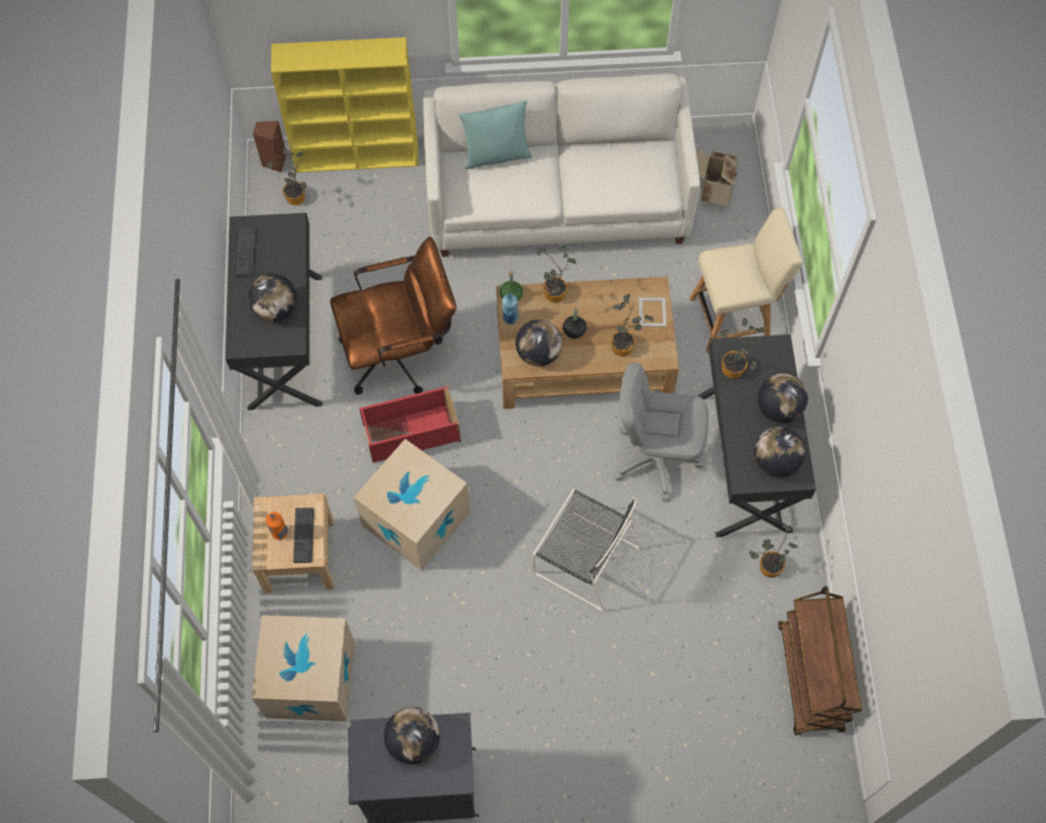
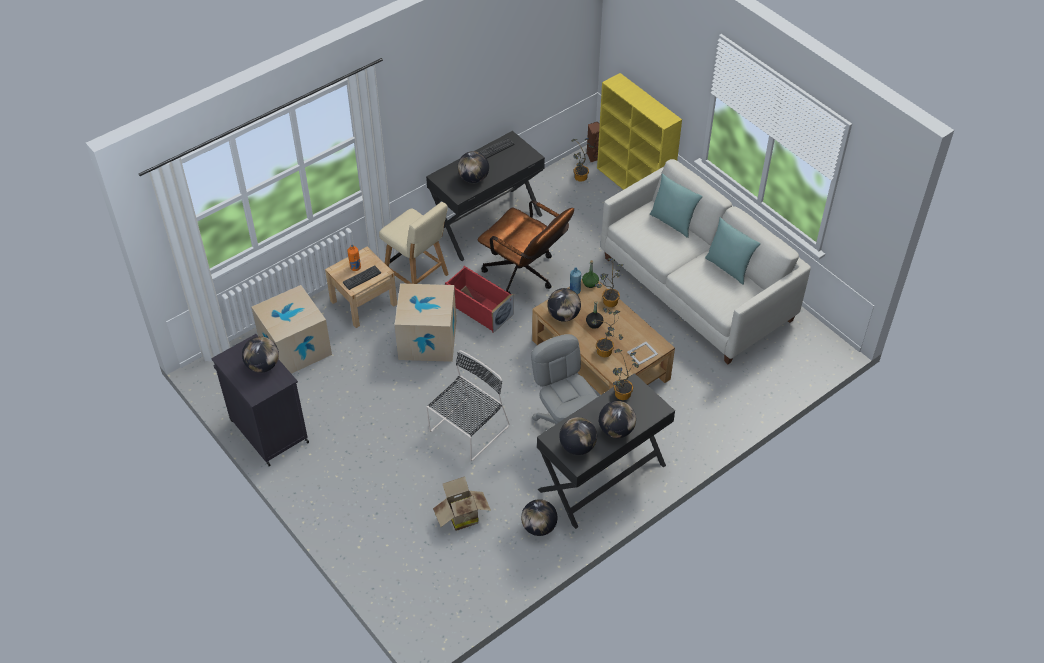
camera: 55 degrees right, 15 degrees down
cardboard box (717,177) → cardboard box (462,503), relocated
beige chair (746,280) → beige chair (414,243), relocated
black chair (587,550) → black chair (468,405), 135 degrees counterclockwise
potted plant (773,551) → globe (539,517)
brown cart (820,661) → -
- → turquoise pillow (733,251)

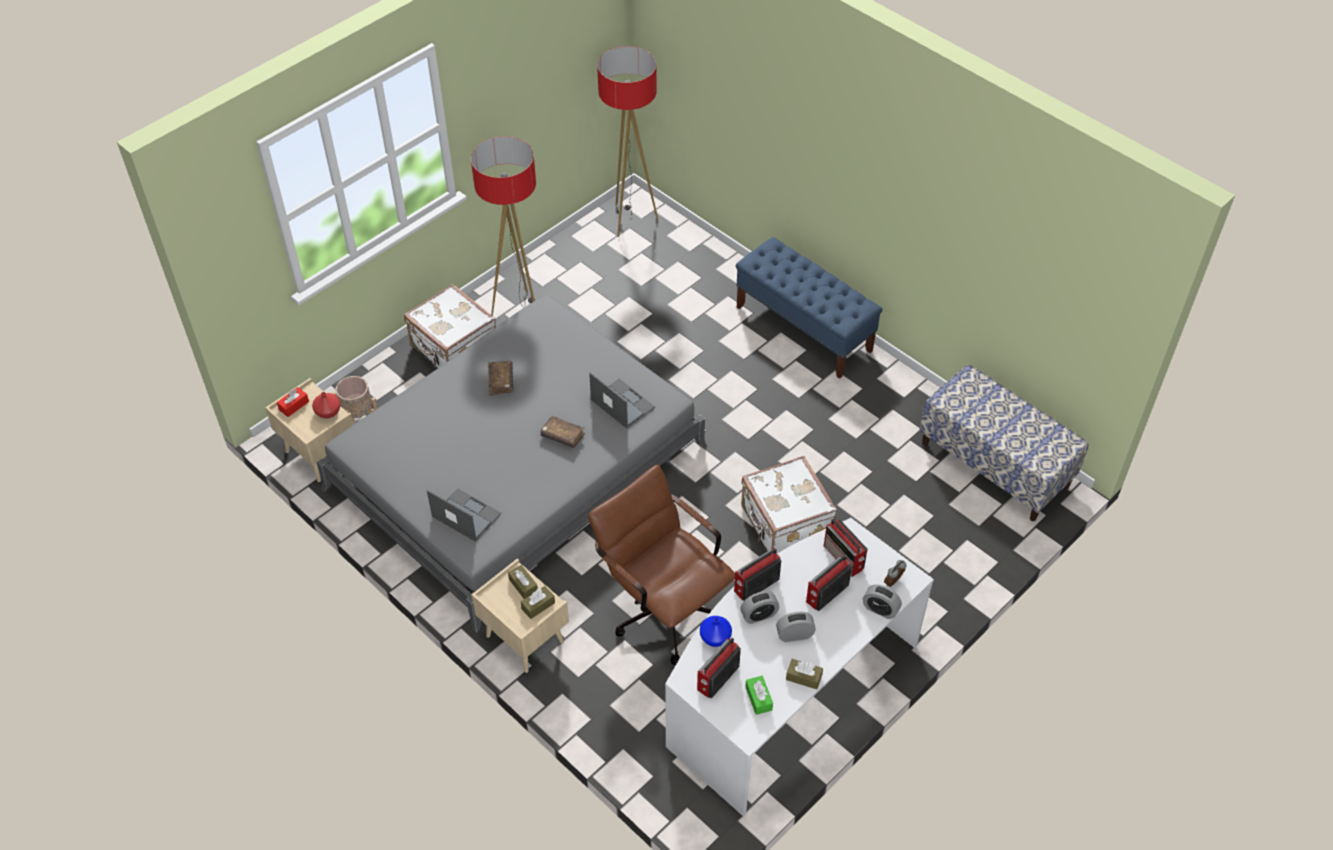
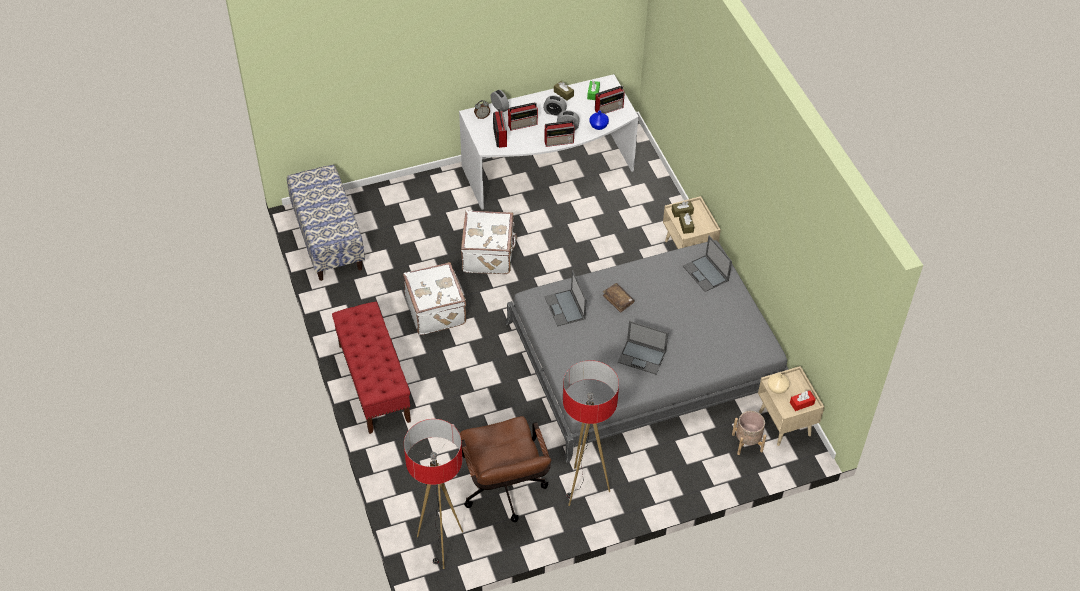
camera: 155 degrees left, 0 degrees up
blue bench (809,308) → red bench (371,368)
white suitcase (450,326) → white suitcase (434,298), relocated
brown book (500,378) → laptop (643,348)
red vase (326,405) → beige vase (779,384)
brown office chair (661,565) → brown office chair (505,469), relocated

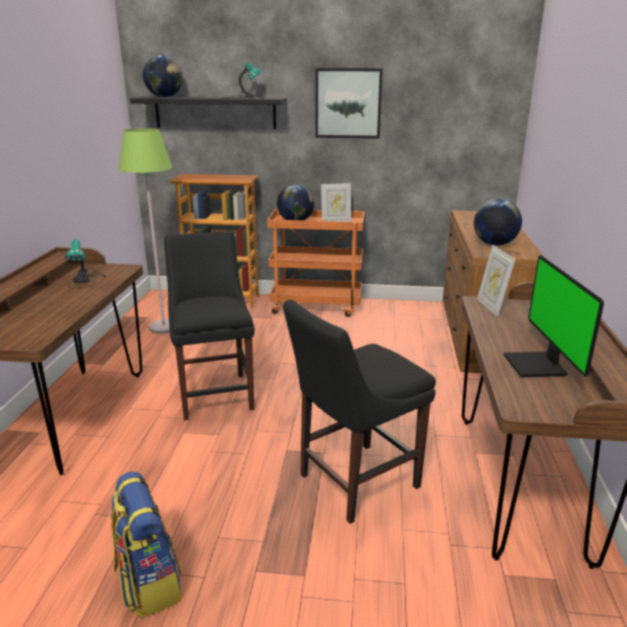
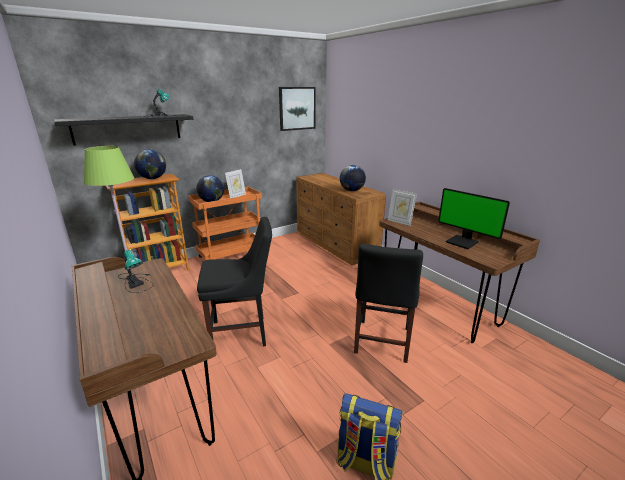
camera: 40 degrees left, 0 degrees up
globe (163,76) → globe (150,164), relocated
picture (349,103) → picture (297,109), relocated
black chair (209,325) → black chair (234,281), 135 degrees clockwise

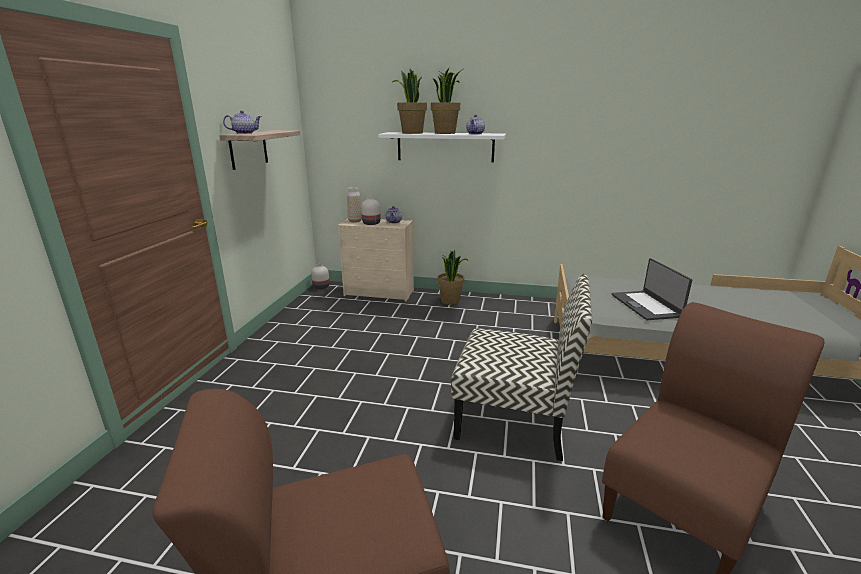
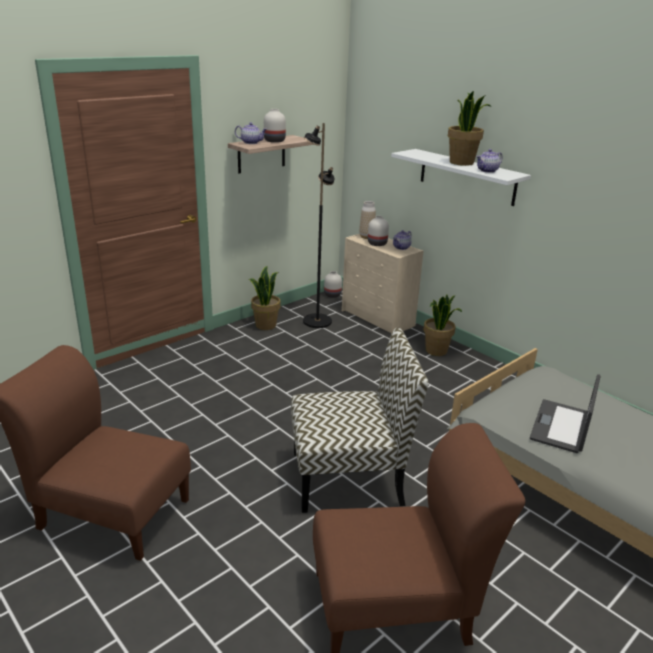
camera: 35 degrees right, 5 degrees up
potted plant (410,101) → potted plant (264,298), relocated
chair (521,367) → chair (359,420), 60 degrees counterclockwise
- → white vase (275,126)
- → black floor lamp (319,225)

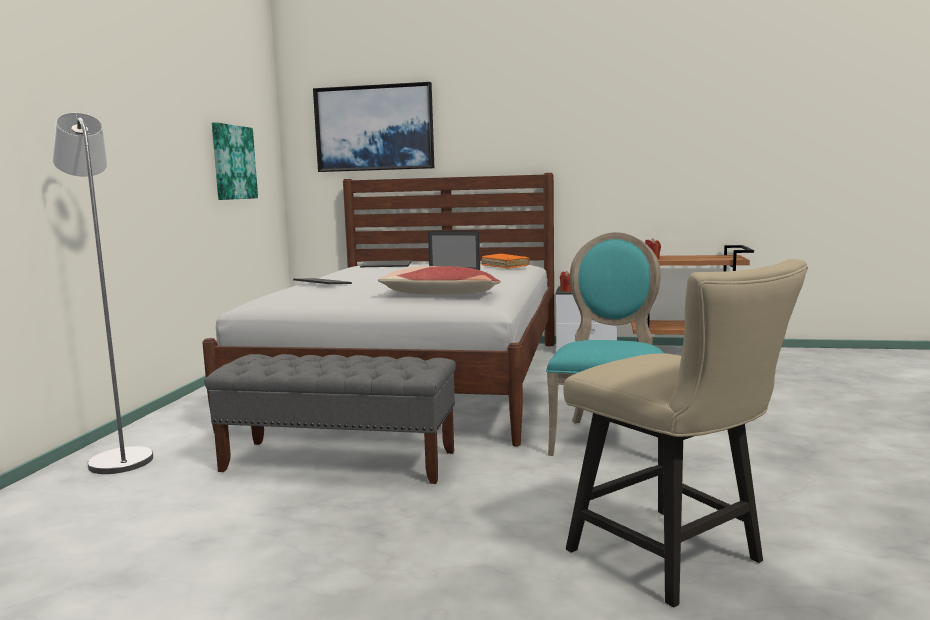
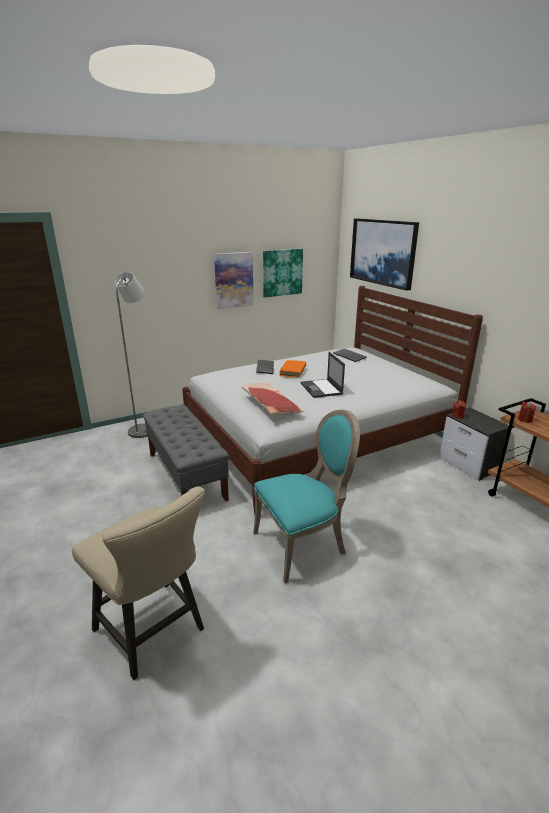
camera: 50 degrees right, 15 degrees up
orange book (506,261) → orange book (293,368), relocated
beige chair (685,433) → beige chair (138,583), 60 degrees counterclockwise
- → picture (234,280)

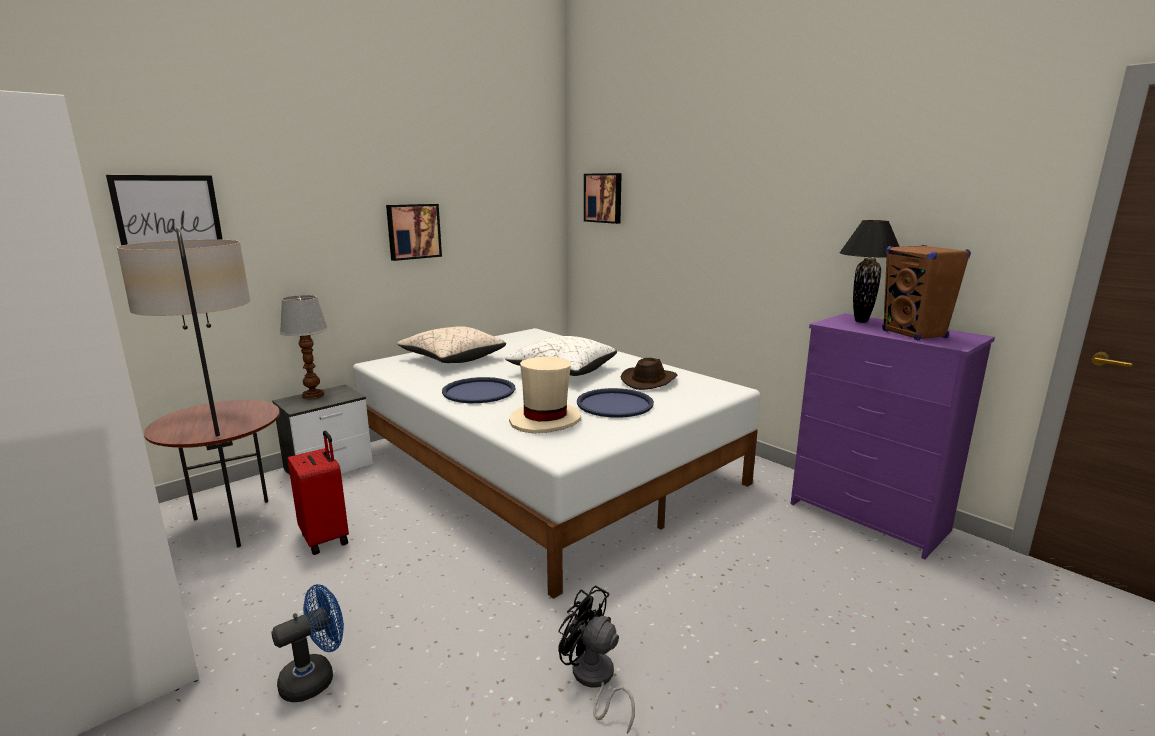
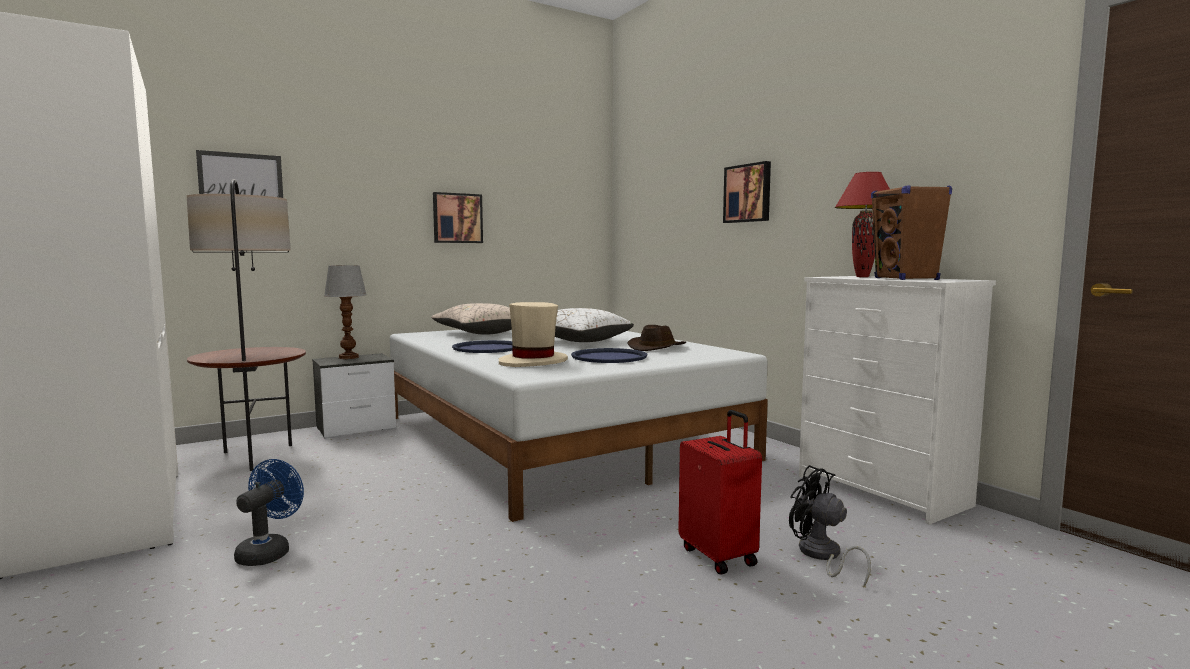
camera: 10 degrees right, 10 degrees down
picture (603,198) → picture (747,192), relocated
black table lamp (869,271) → red table lamp (862,224)
purple dresser (893,436) → white dresser (897,400)
red suitcase (318,493) → red suitcase (720,492), relocated
blue fan (307,643) → blue fan (269,512), 45 degrees counterclockwise
black fan (596,660) → black fan (830,526), relocated

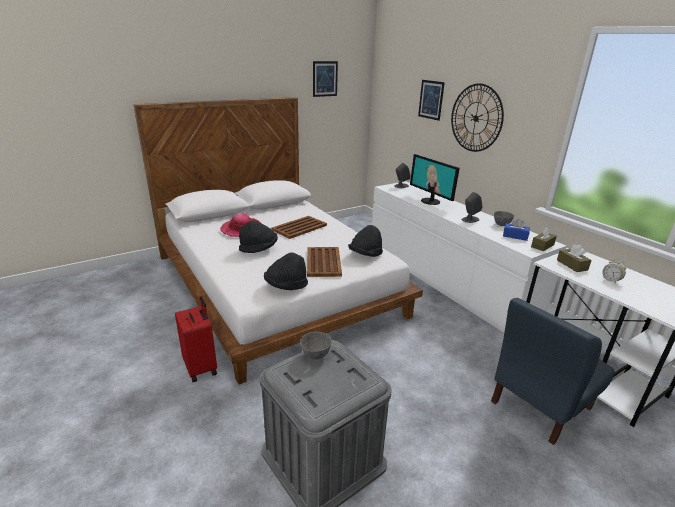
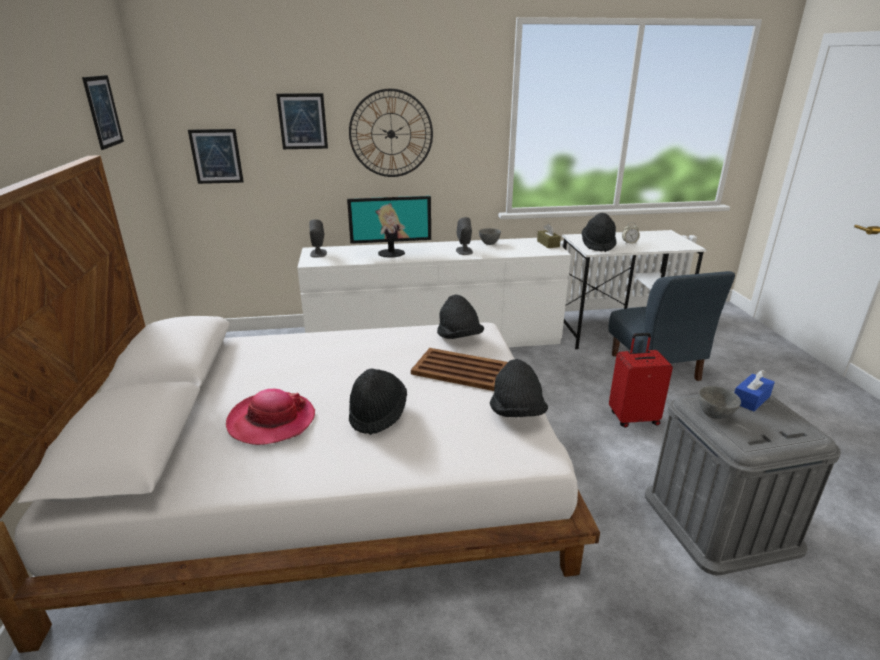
camera: 65 degrees left, 0 degrees up
brown tray (299,227) → -
blue tissue box (516,229) → blue tissue box (754,391), relocated
brown tissue box (574,258) → black hat (599,232)
red suitcase (196,339) → red suitcase (641,380), relocated
- → picture (216,156)

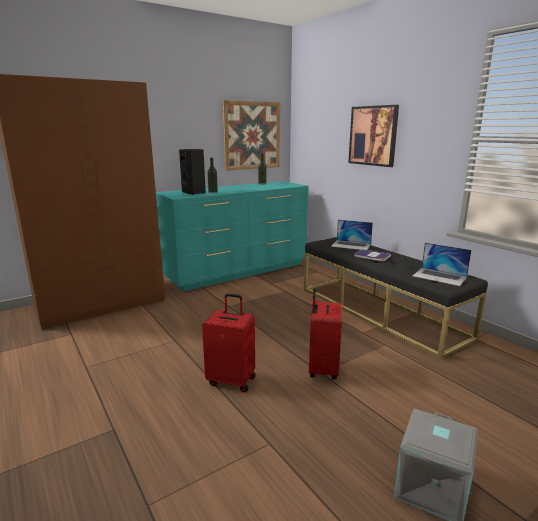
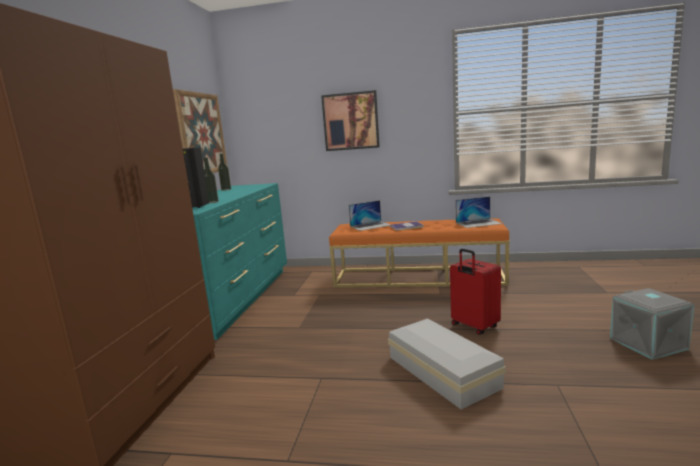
camera: 45 degrees left, 5 degrees down
black bench (396,298) → orange bench (419,253)
red suitcase (228,342) → white storage box (447,363)

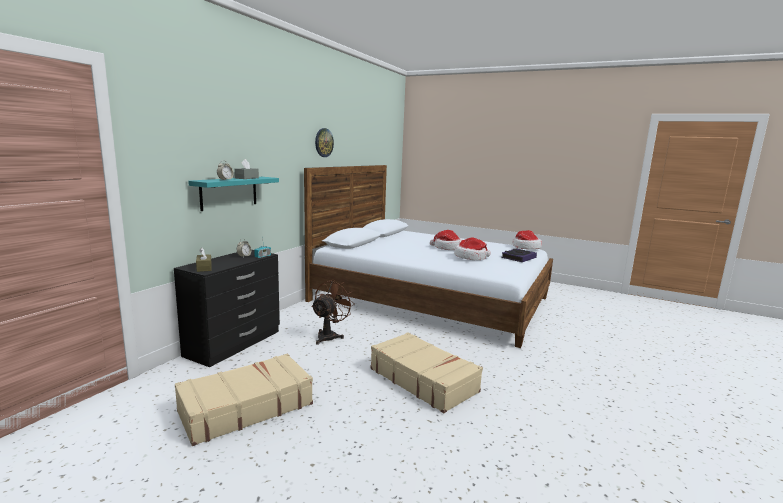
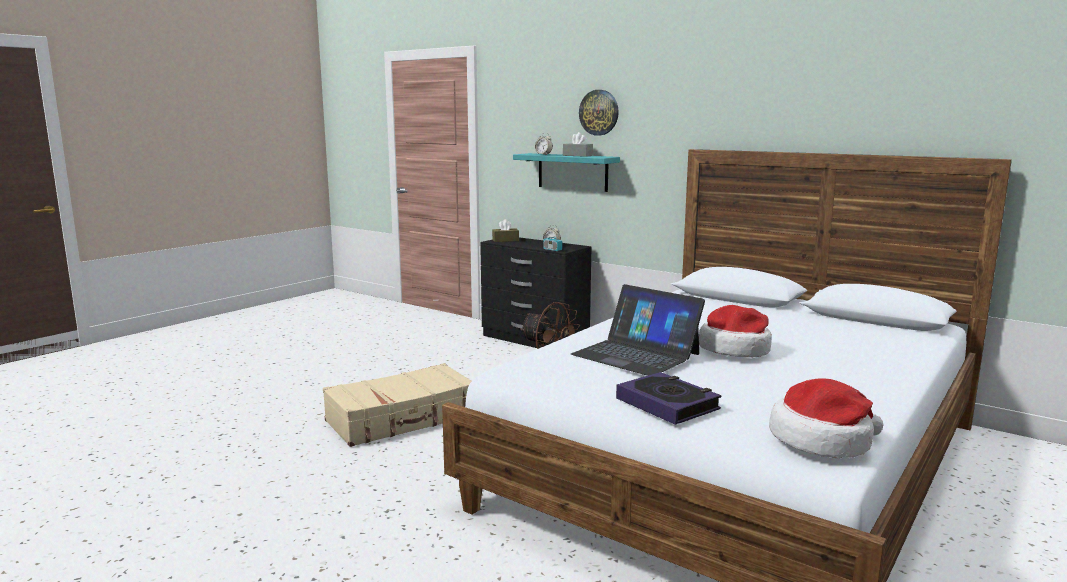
camera: 100 degrees right, 0 degrees up
wall clock (324,142) → wall clock (599,112), relocated
hat (472,248) → laptop (638,330)
beige suitcase (244,399) → -

